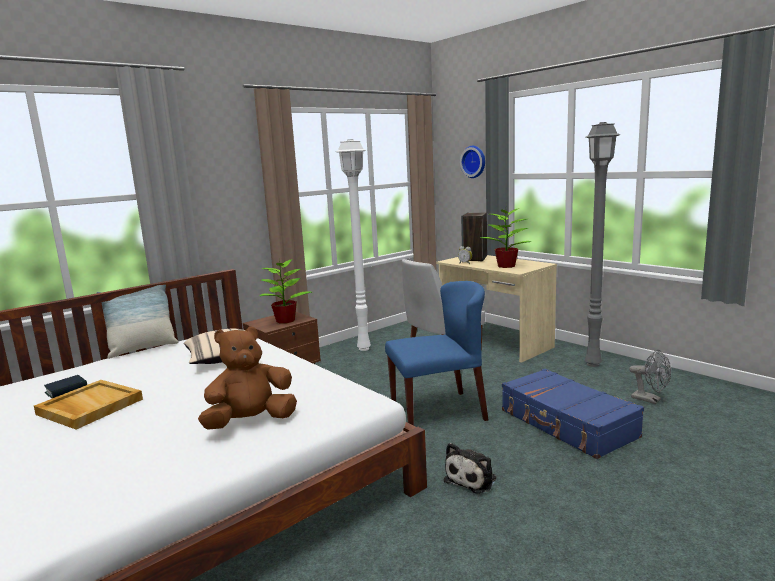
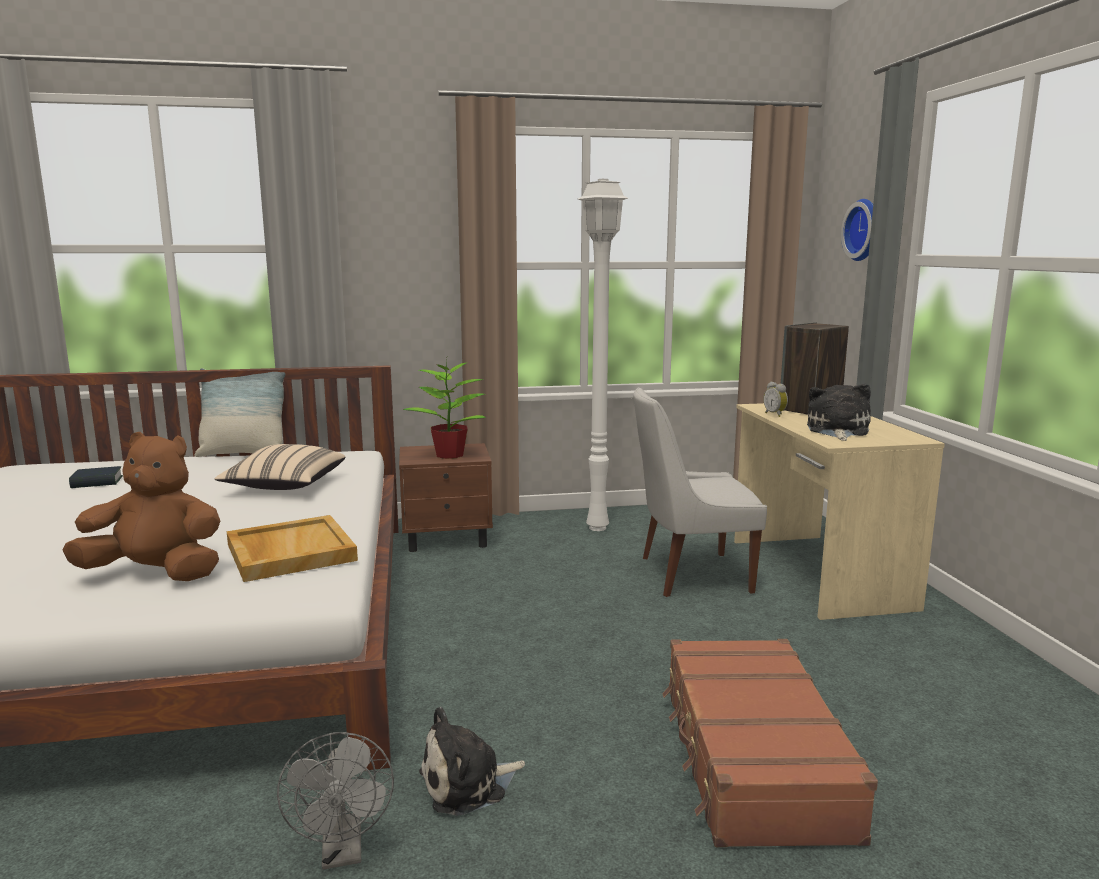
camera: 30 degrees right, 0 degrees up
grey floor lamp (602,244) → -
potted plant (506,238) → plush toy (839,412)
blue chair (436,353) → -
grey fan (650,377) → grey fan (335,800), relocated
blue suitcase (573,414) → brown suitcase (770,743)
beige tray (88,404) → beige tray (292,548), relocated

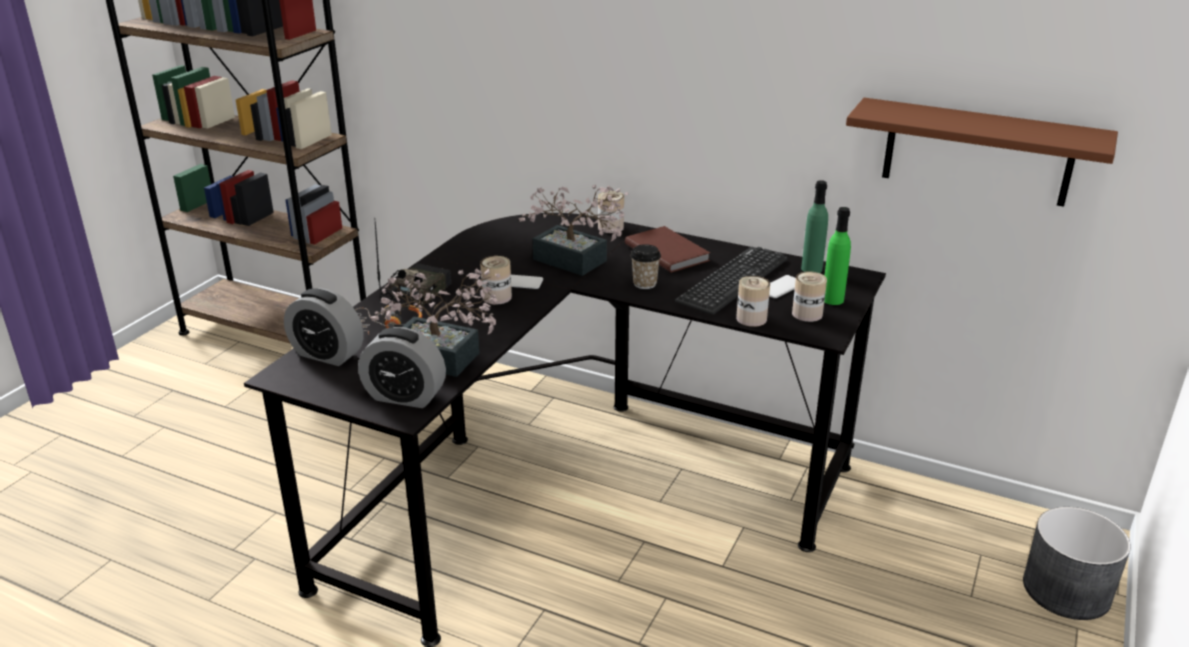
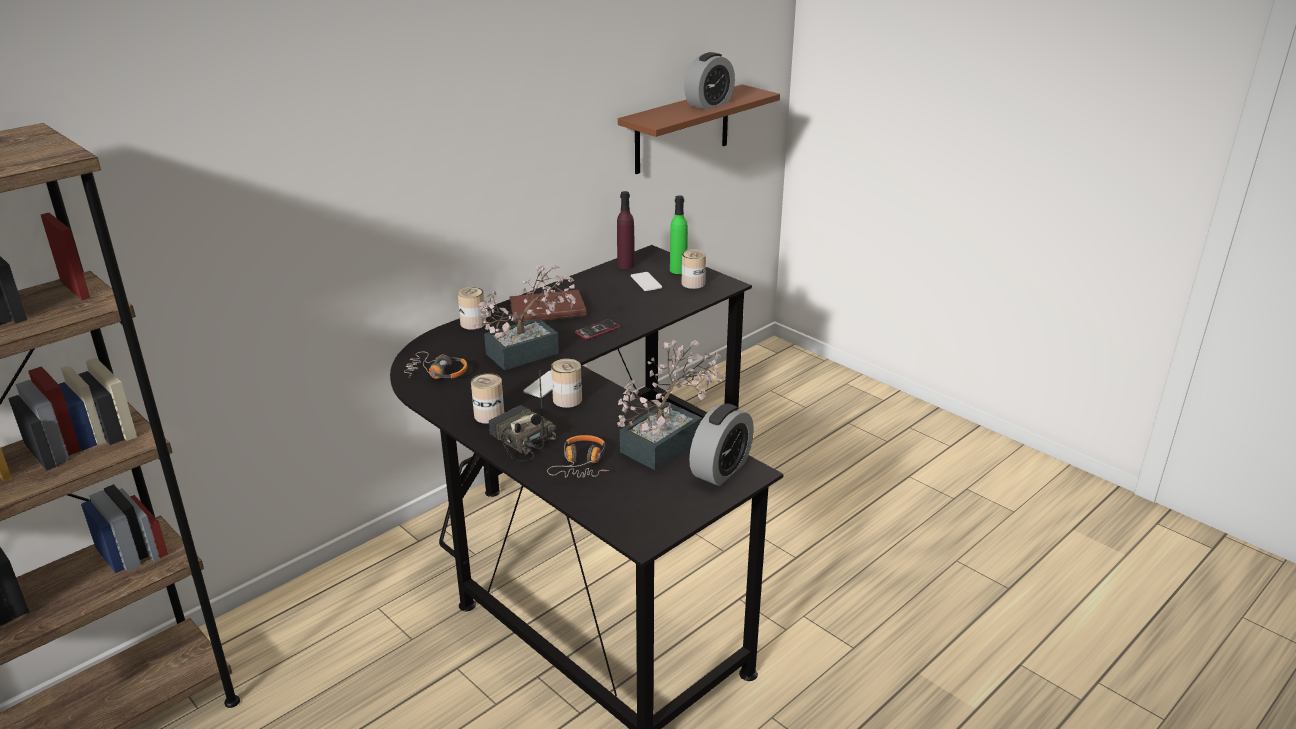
camera: 70 degrees left, 0 degrees up
green bottle (814,226) → purple bottle (625,230)
cup (646,266) → phone (597,329)
keyboard (731,281) → -
can (753,301) → can (487,398), relocated
alarm clock (323,327) → alarm clock (709,81), relocated
grey planter (1077,563) → -
- → headphones (435,365)

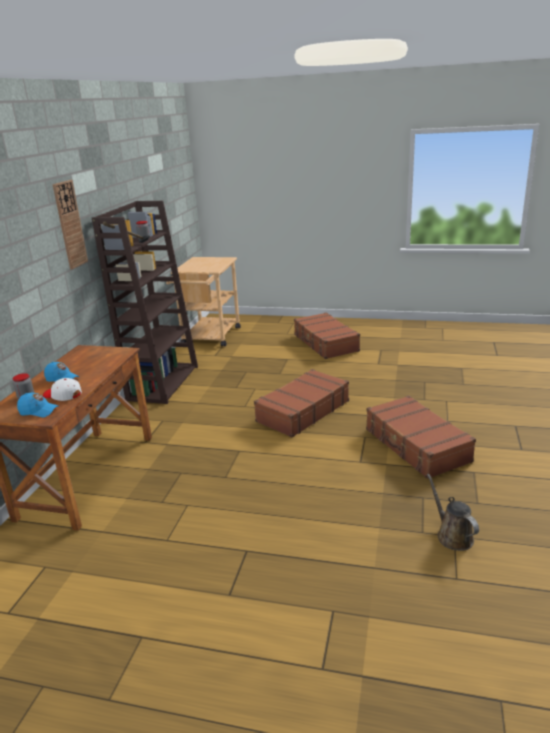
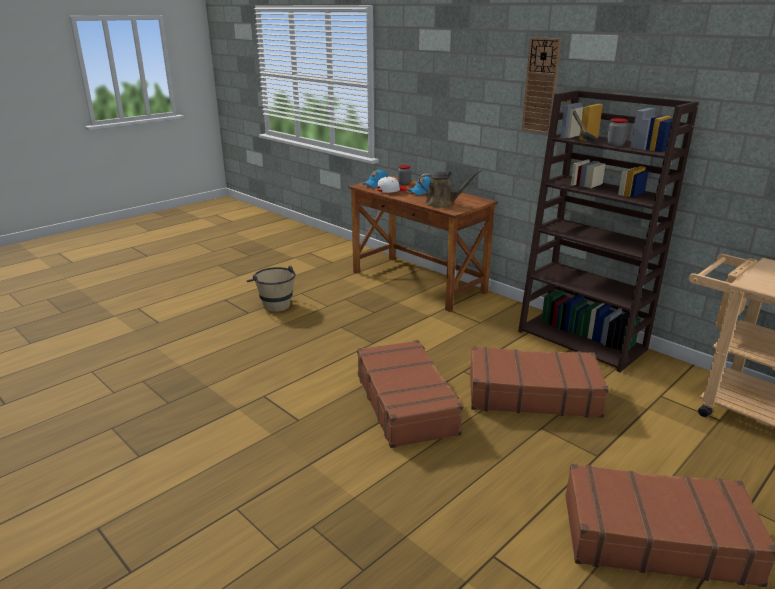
camera: 120 degrees right, 0 degrees up
brown suitcase (421,437) → brown suitcase (539,382), relocated
brown watering can (453,512) → brown watering can (450,189), relocated
- → beige bucket (270,288)

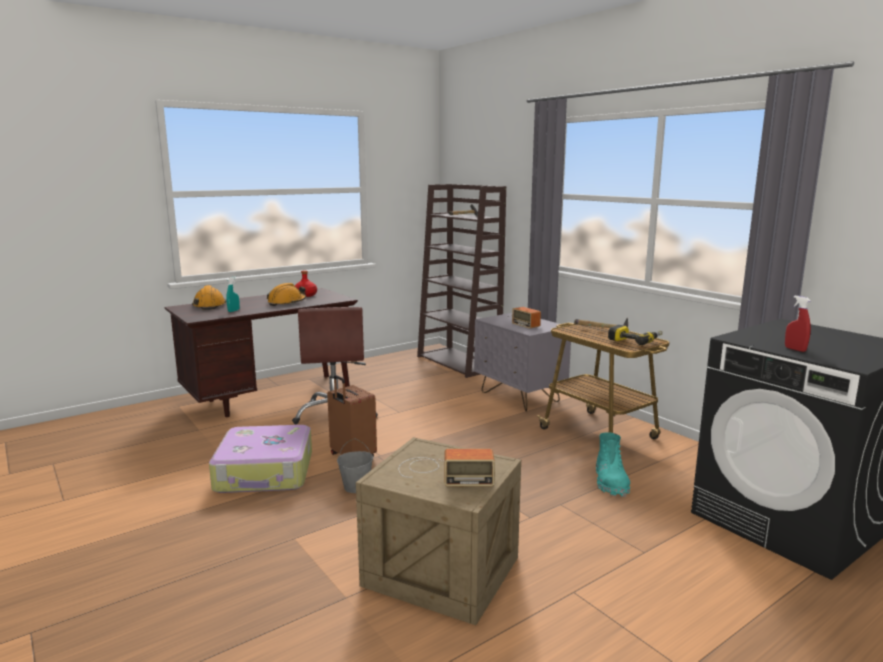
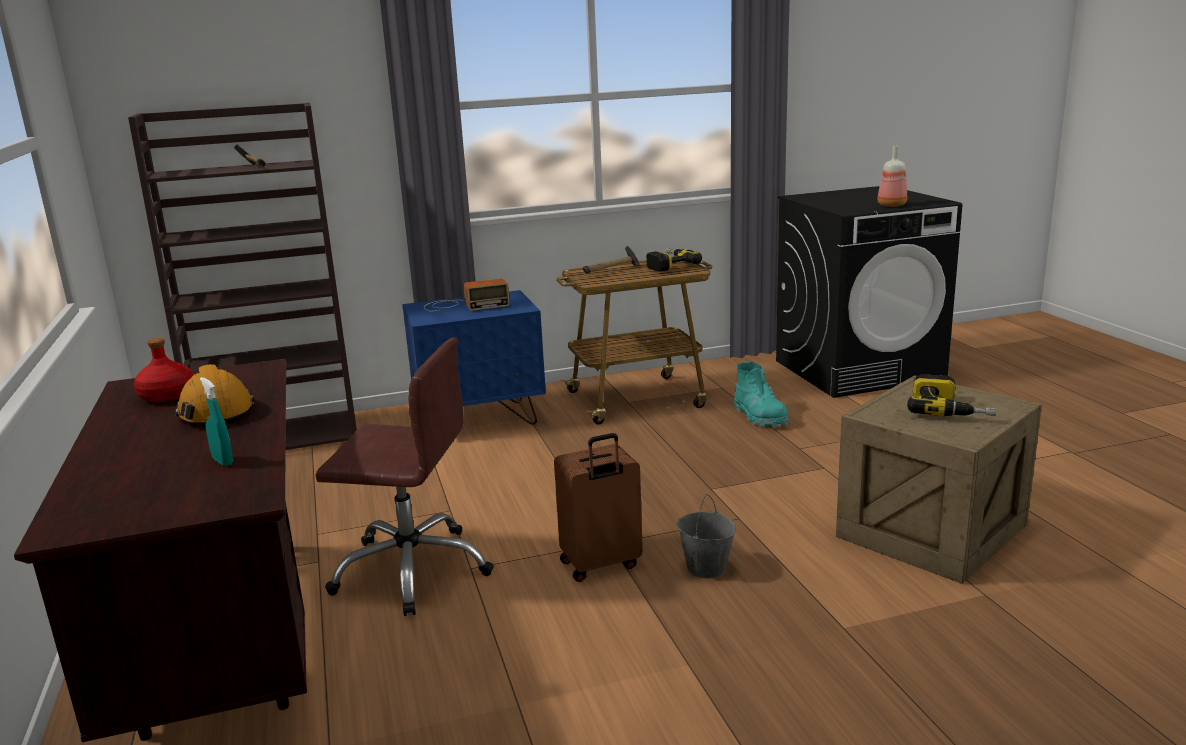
camera: 70 degrees left, 5 degrees up
orange hard hat (209,297) → -
red spray bottle (798,323) → bottle (892,176)
grey nightstand (522,362) → blue nightstand (474,357)
suitcase (260,459) → -
turquoise boot (613,464) → turquoise boot (761,395), 45 degrees clockwise
radio (447,467) → power drill (951,395)

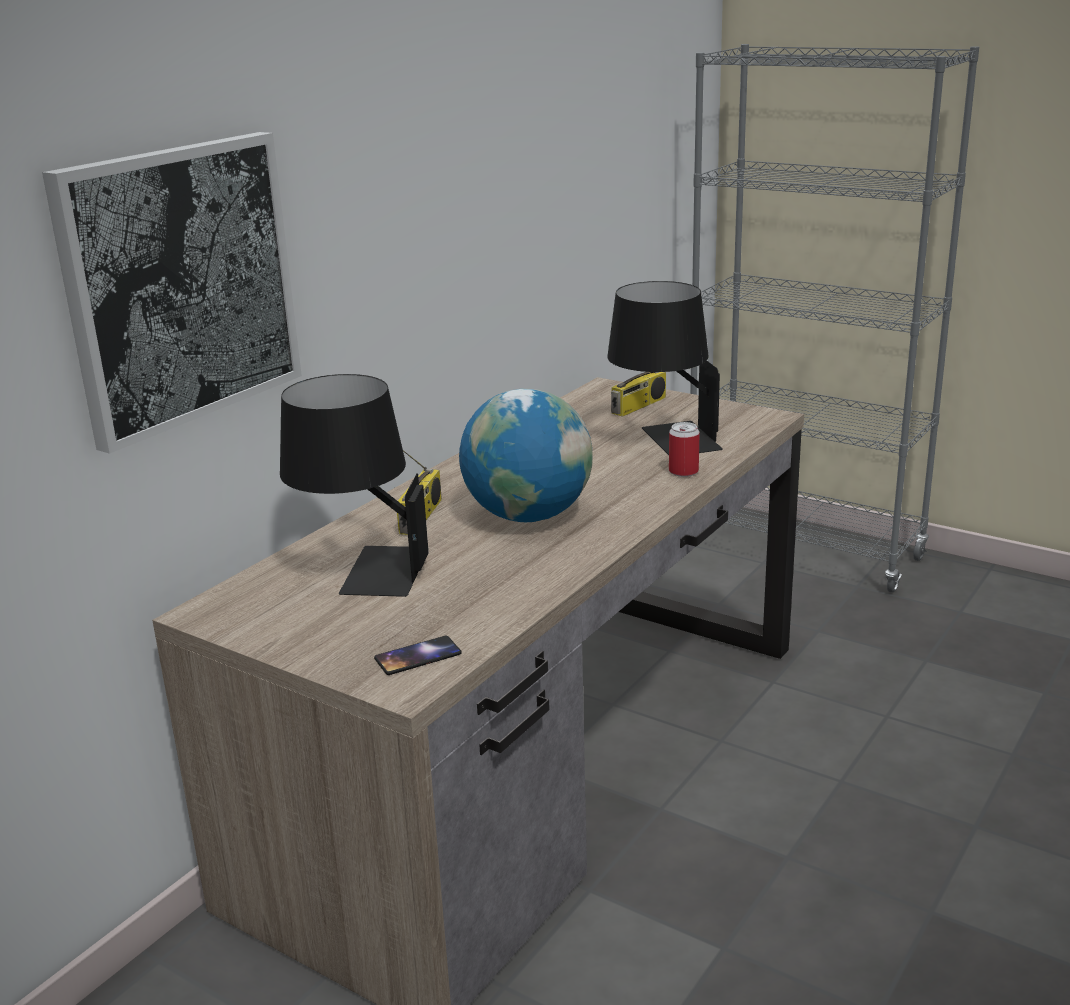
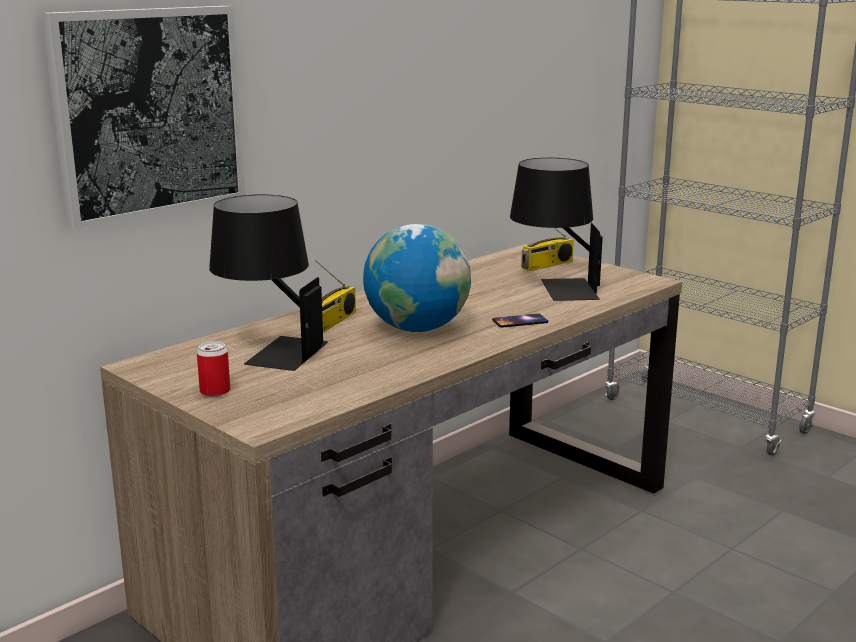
camera: 10 degrees right, 5 degrees down
can (684,449) → can (213,369), relocated
phone (418,655) → phone (520,321), relocated

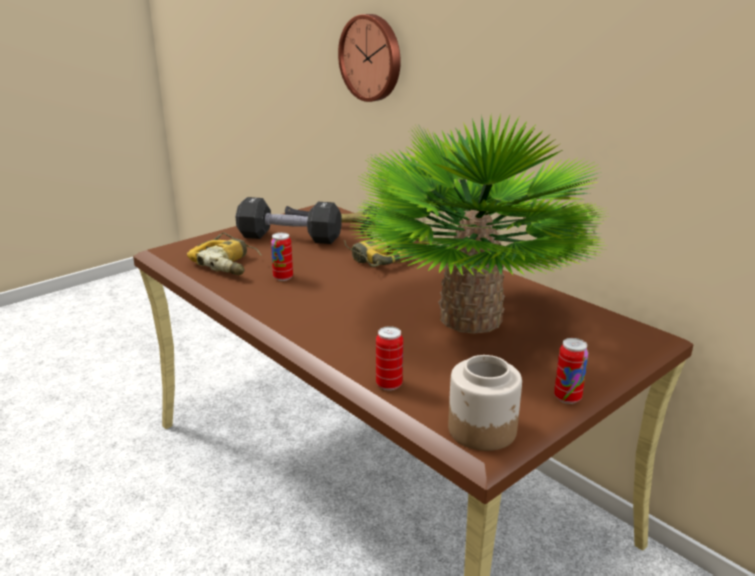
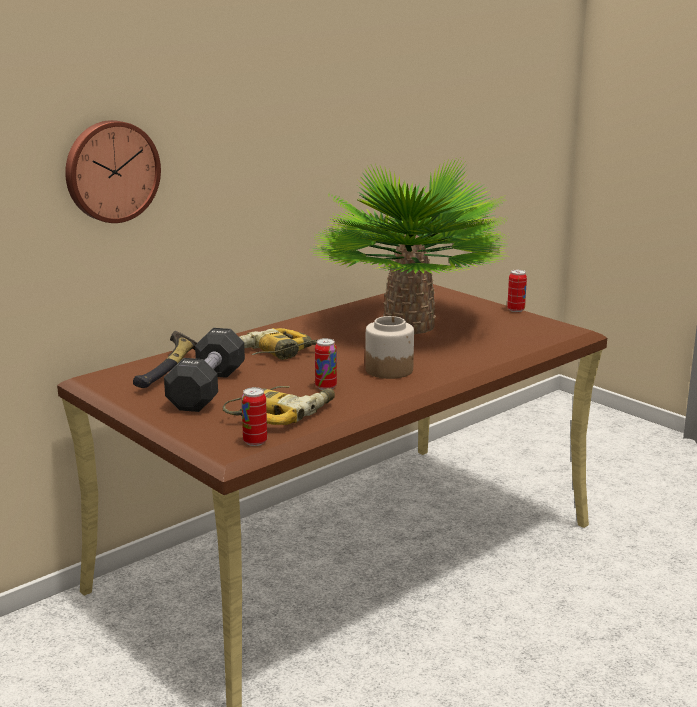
camera: 90 degrees left, 5 degrees down
can (389,358) → can (254,416), relocated
jar (485,403) → jar (389,347), relocated

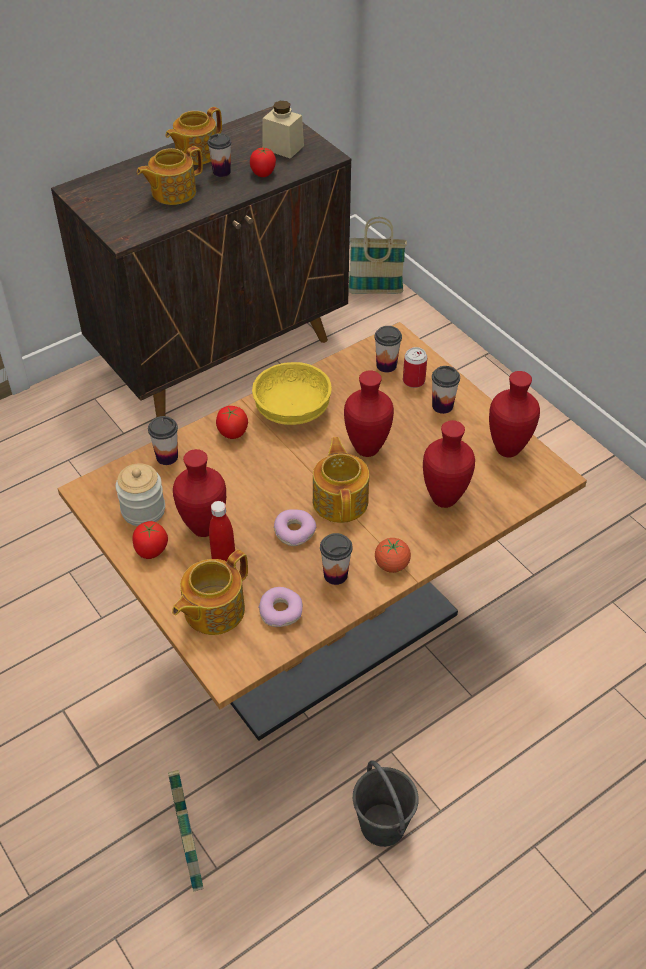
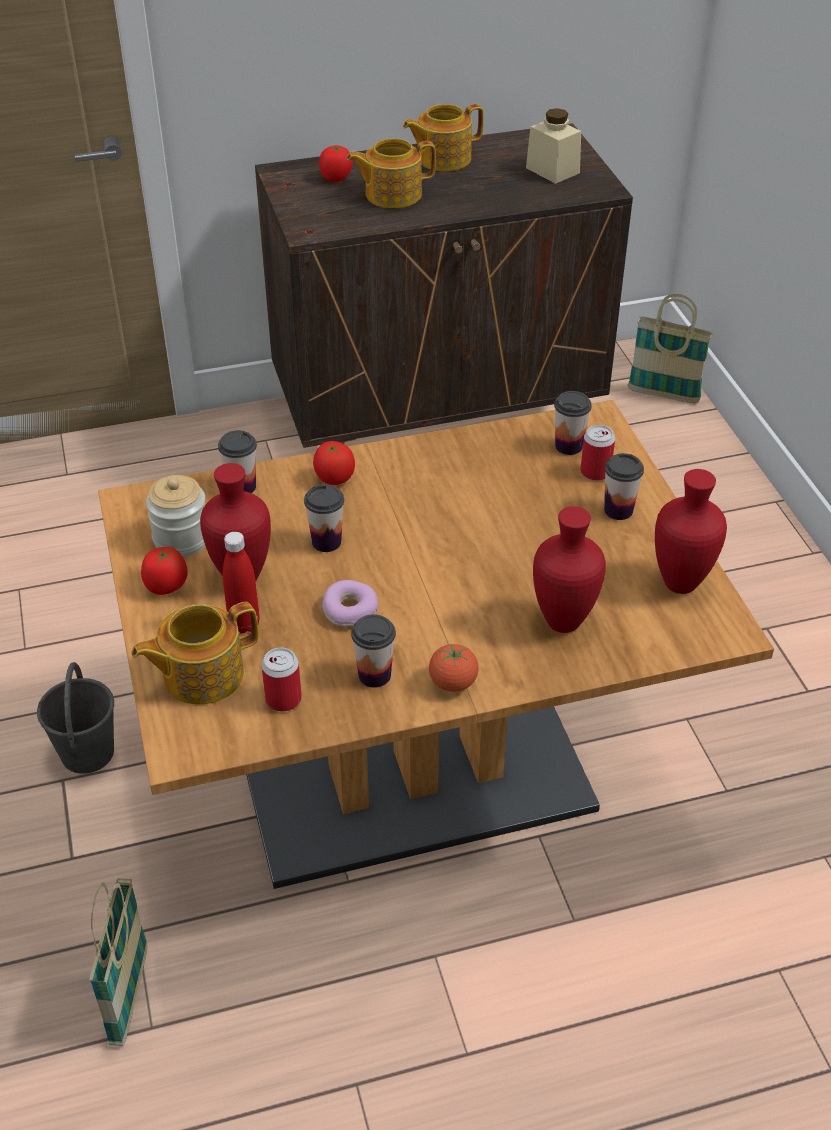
camera: 20 degrees right, 5 degrees down
cup (220,155) → cup (324,518), relocated
tomato (263,162) → tomato (336,163), relocated
yellow bowl (292,393) → -
red vase (369,413) → -
teapot (341,480) → -
donut (280,607) → can (281,679)
grey bucket (386,803) → grey bucket (75,718), relocated

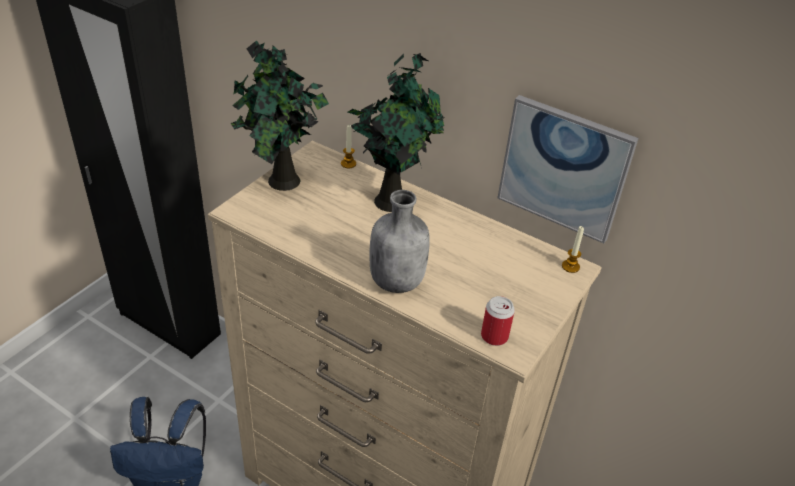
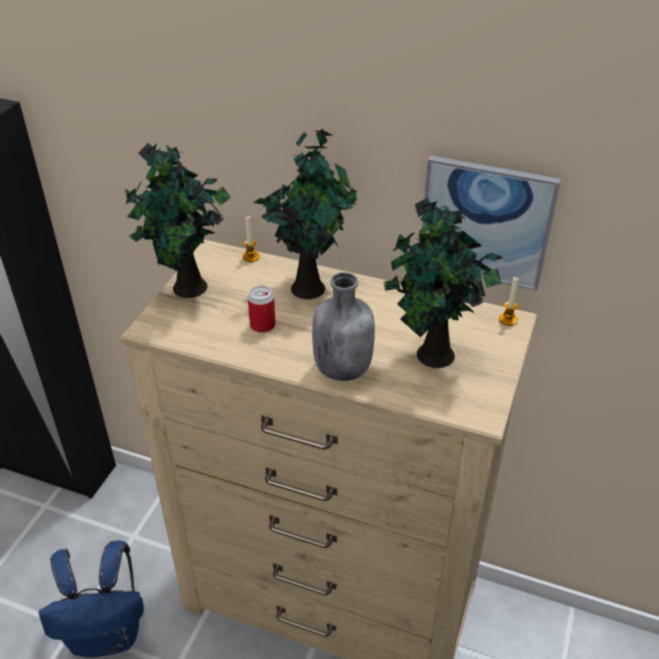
camera: 10 degrees left, 0 degrees up
can (498,321) → can (262,309), relocated
- → potted plant (443,282)

